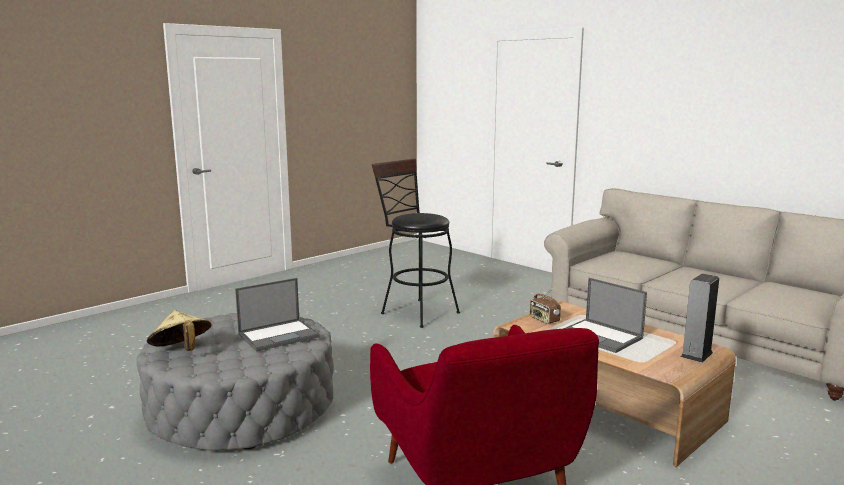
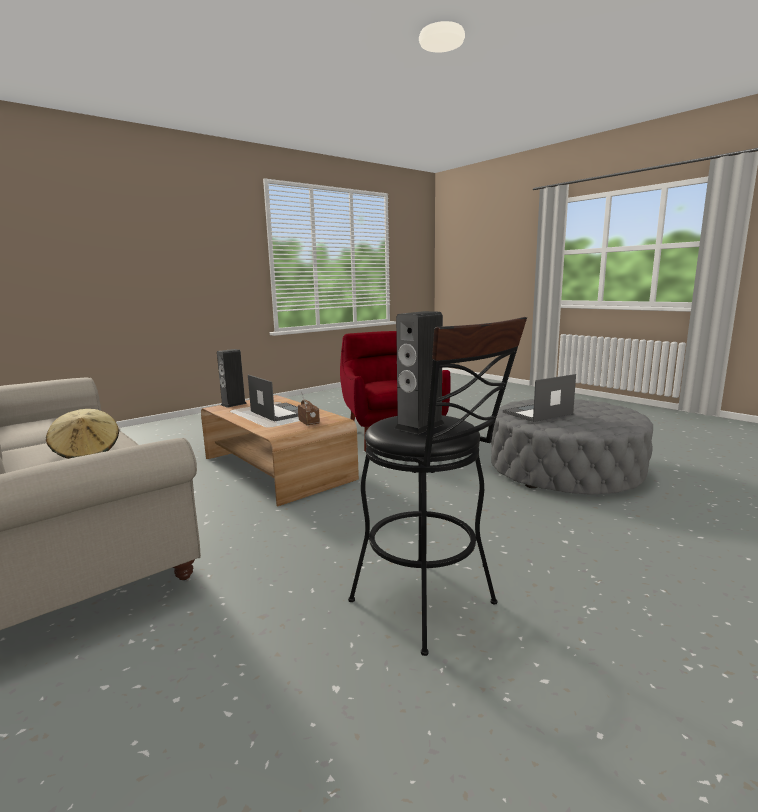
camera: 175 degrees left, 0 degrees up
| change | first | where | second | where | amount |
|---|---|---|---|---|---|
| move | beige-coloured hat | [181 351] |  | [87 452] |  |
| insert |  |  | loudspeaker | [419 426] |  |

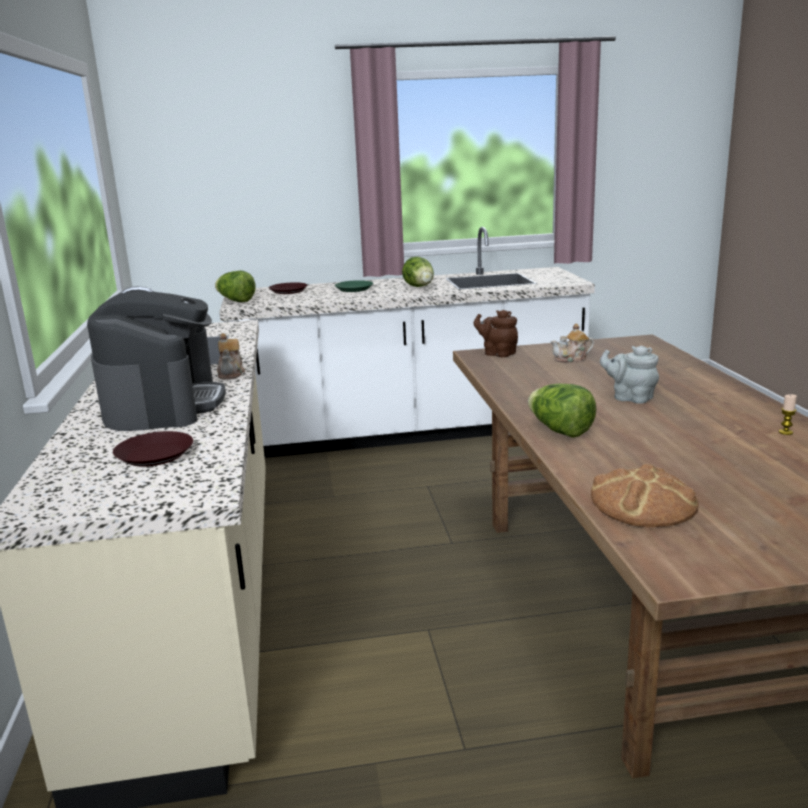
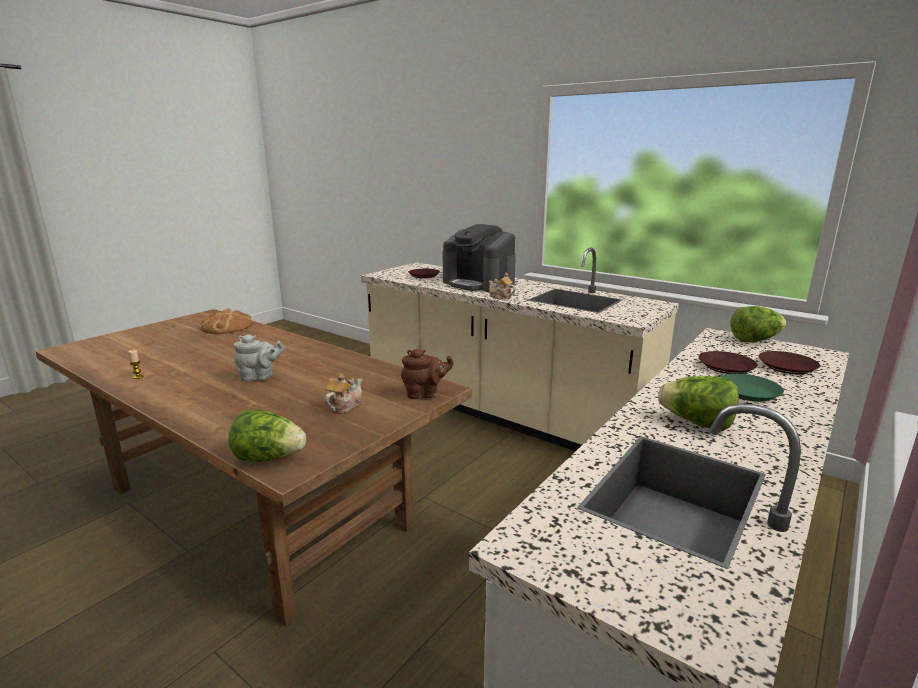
camera: 135 degrees right, 0 degrees up
| change | first | where | second | where | amount |
|---|---|---|---|---|---|
| move | lettuce | [559 431] |  | [269 458] |  |
| insert |  |  | brown flat dish | [725 367] |  |

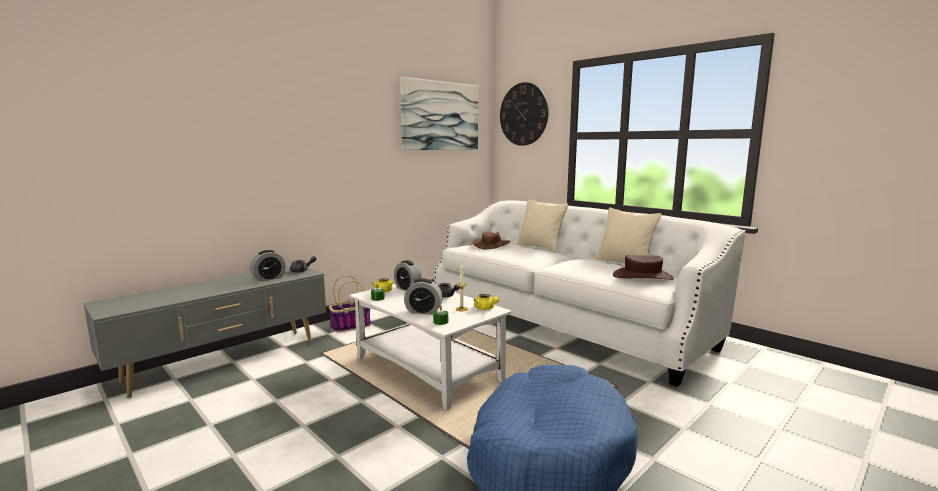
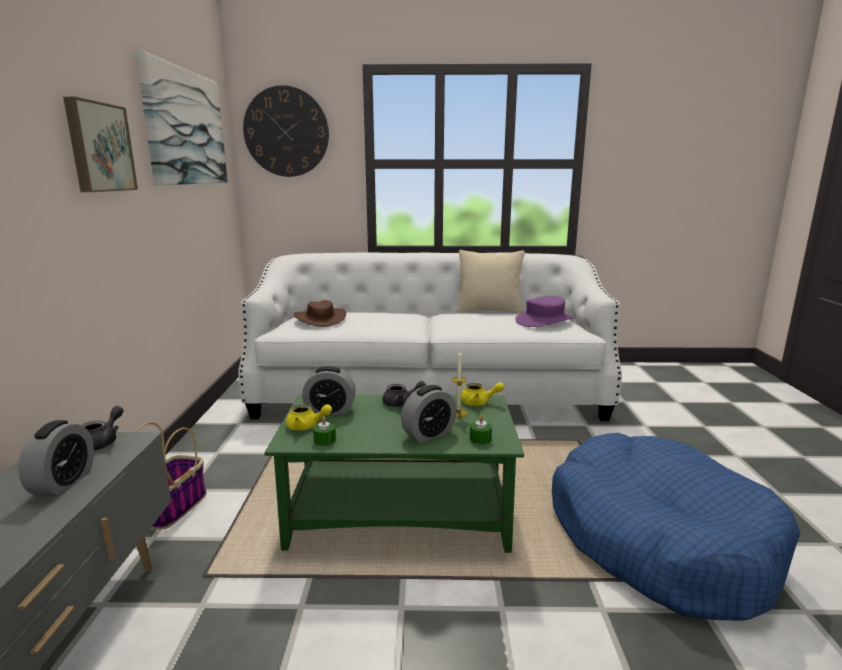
camera: 45 degrees left, 5 degrees up
| change | first | where | second | where | amount |
|---|---|---|---|---|---|
| delete | beige-coloured cushion | [540 247] |  |  |  |
| recolor | brown hat | [642 276] | purplish hat | [544 320] |  |
| recolor | white low table | [429 370] | green low table | [401 514] |  |
| insert |  |  | picture | [99 147] |  |

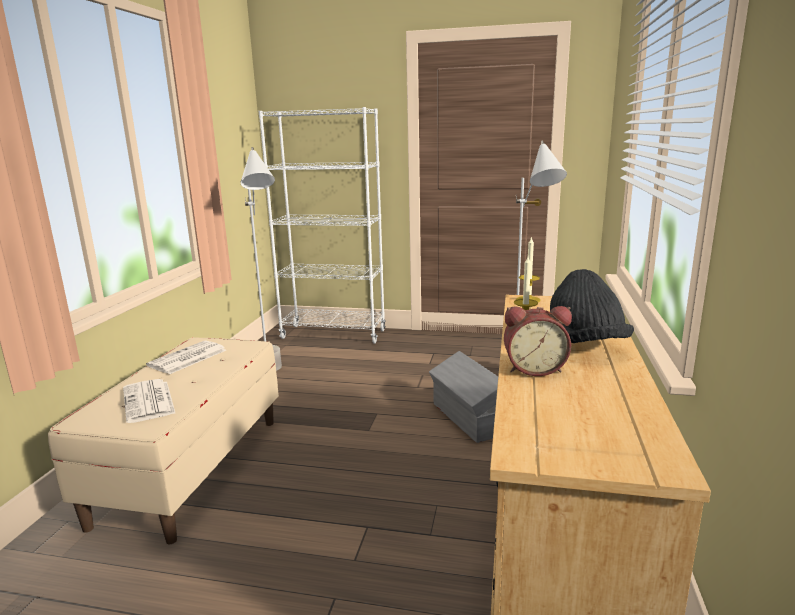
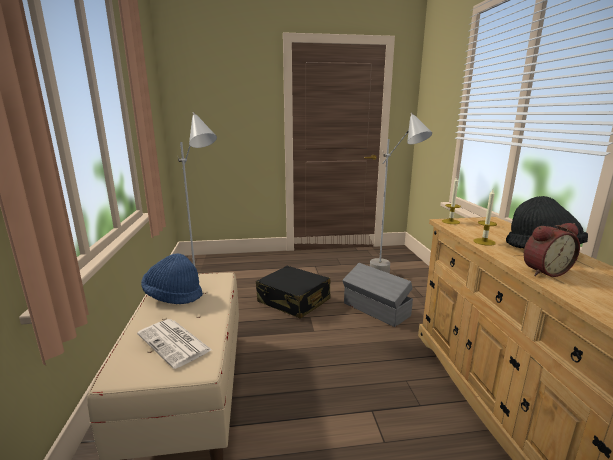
camera: 20 degrees left, 0 degrees up
| change | first | where | second | where | amount |
|---|---|---|---|---|---|
| delete | white shelving unit | [334 334] |  |  |  |
| replace | daily paper | [187 358] | blue hat | [173 296] |  |
| insert |  |  | blackish suitcase | [293 301] |  |

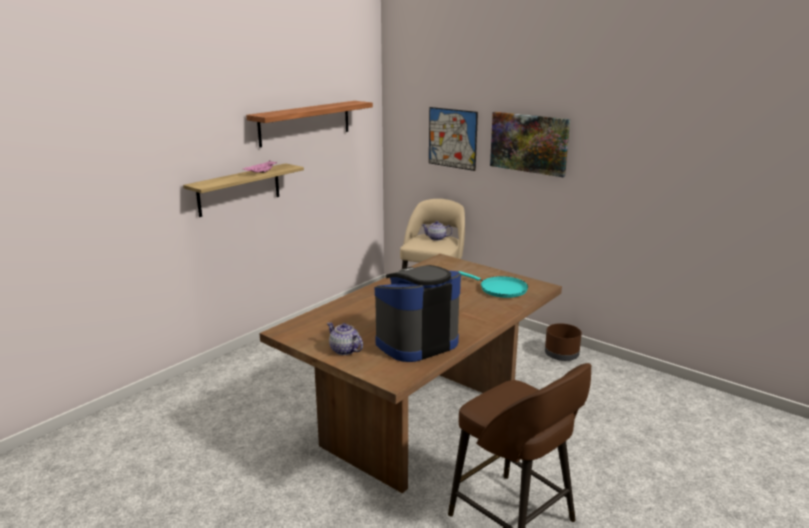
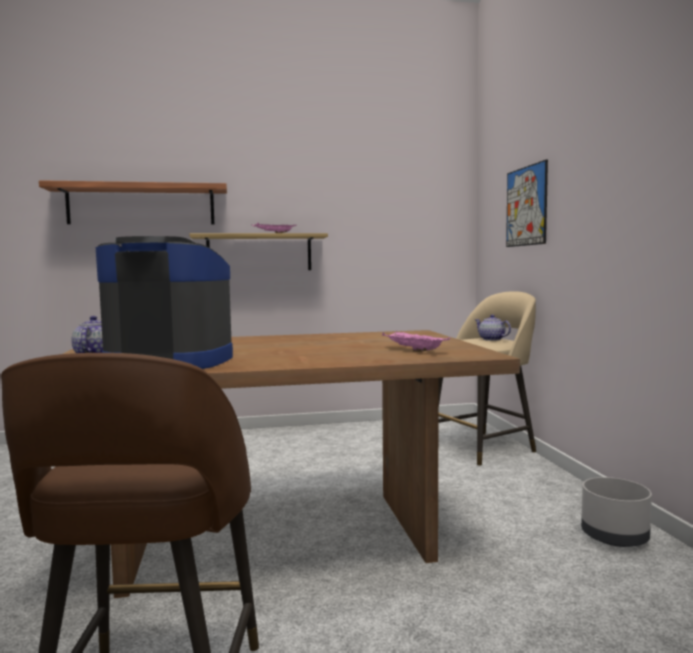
camera: 40 degrees right, 15 degrees down
| change | first | where | second | where | amount |
|---|---|---|---|---|---|
| move | shelf | [305 123] |  | [141 205] |  |
| delete | picture | [529 143] |  |  |  |
| replace | turquoise-coloured skillet | [500 289] | pinkish tray | [413 350] |  |
| recolor | brown flower pot | [561 355] | greyish flower pot | [615 537] |  |

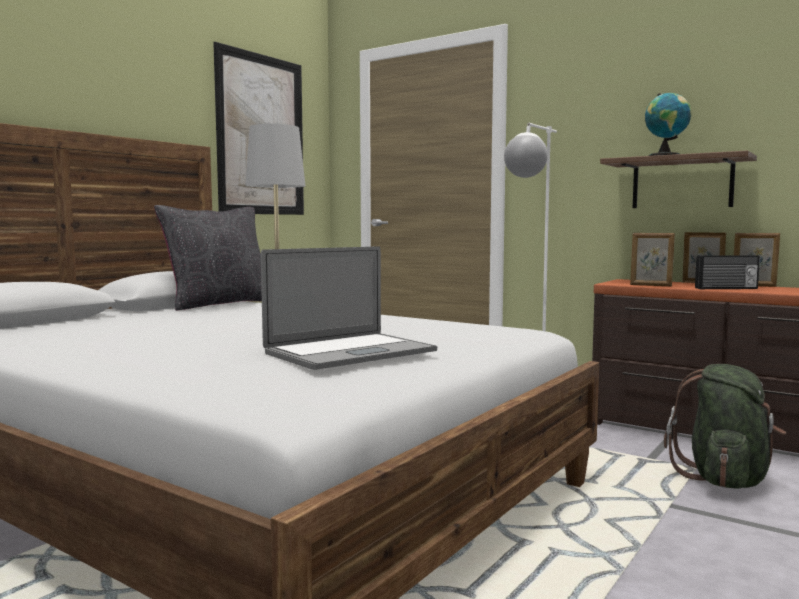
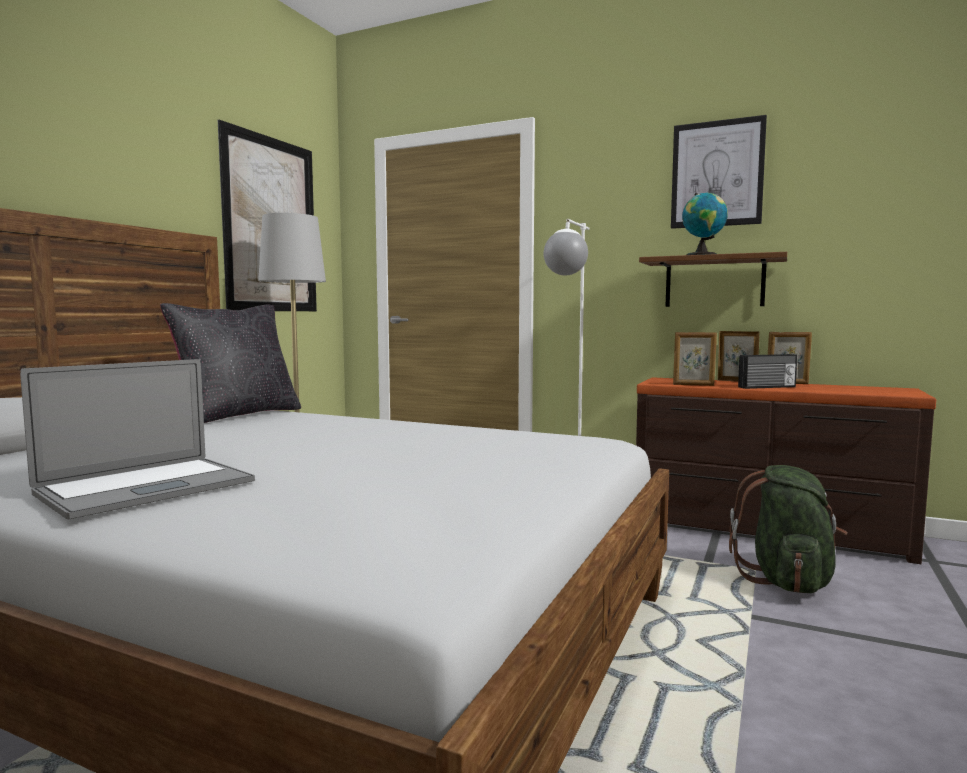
camera: 10 degrees left, 0 degrees up
| change | first | where | second | where | amount |
|---|---|---|---|---|---|
| move | portable computer | [350 352] |  | [146 487] |  |
| insert |  |  | picture | [717 174] |  |

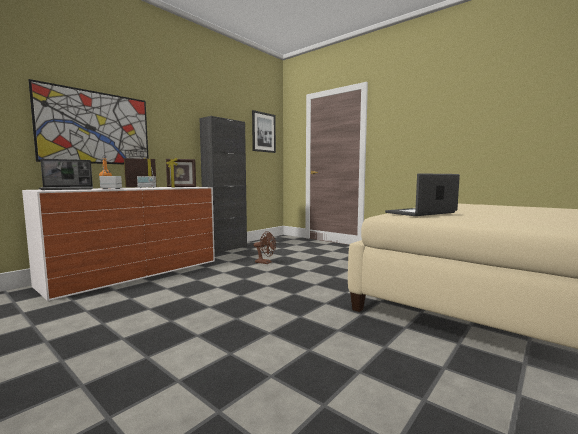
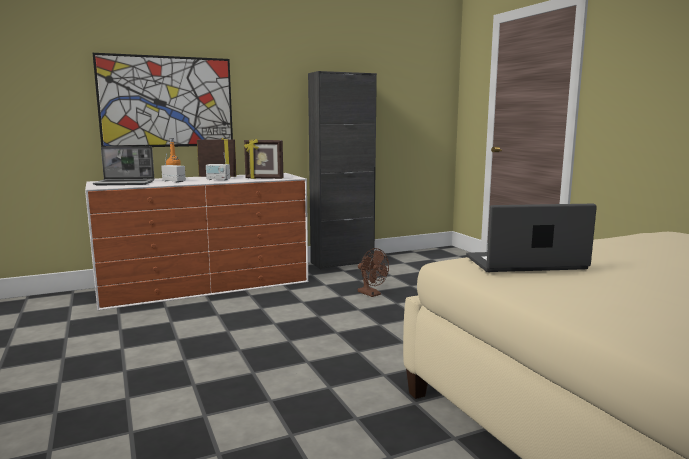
camera: 25 degrees right, 5 degrees up
| change | first | where | second | where | amount |
|---|---|---|---|---|---|
| delete | picture | [263 132] |  |  |  |

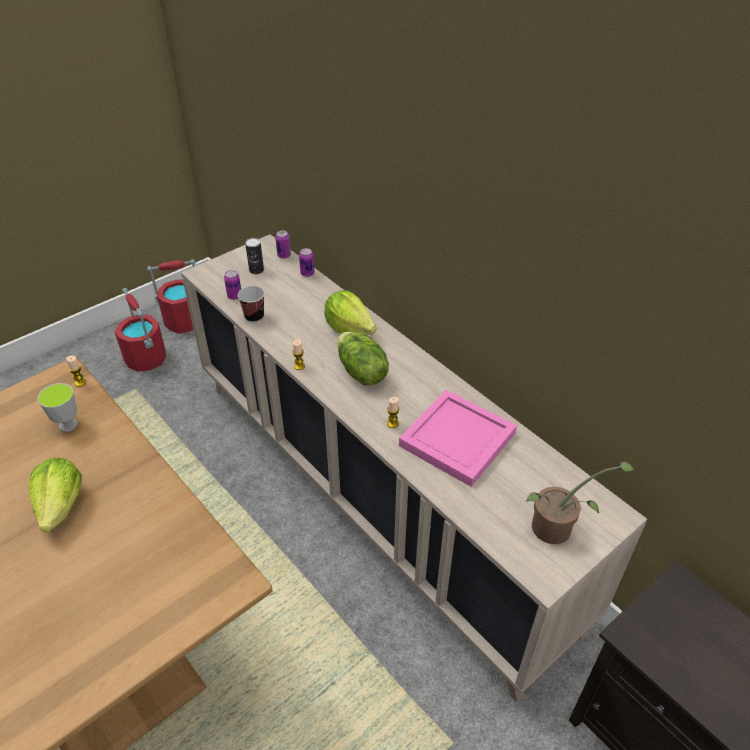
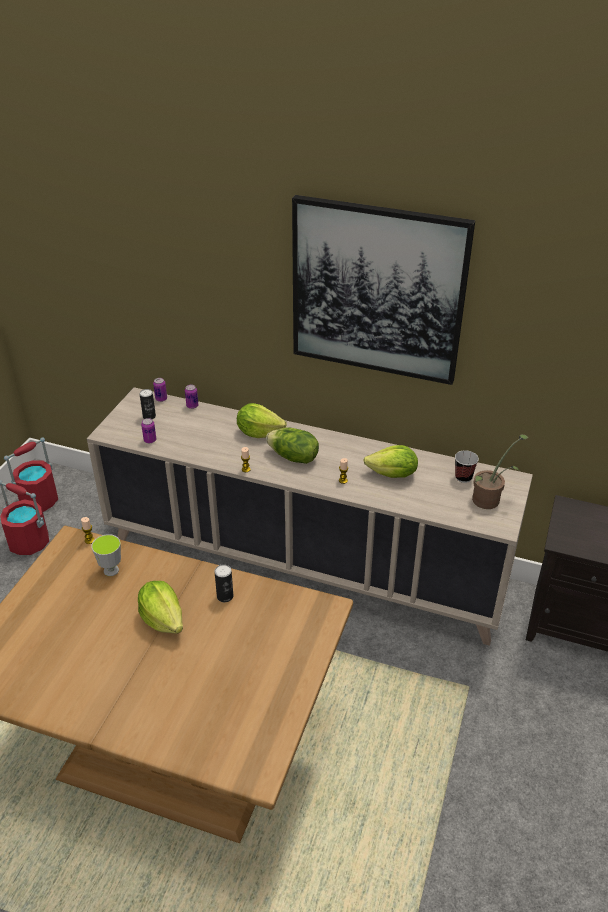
camera: 30 degrees left, 5 degrees down
| change | first | where | second | where | amount |
|---|---|---|---|---|---|
| move | drinking cup | [254 317] |  | [463 477] |  |
| replace | pinkish tray | [457 441] | lettuce | [393 475] |  |
| insert |  |  | picture | [377 291] |  |
| insert |  |  | sealed can | [225 596] |  |

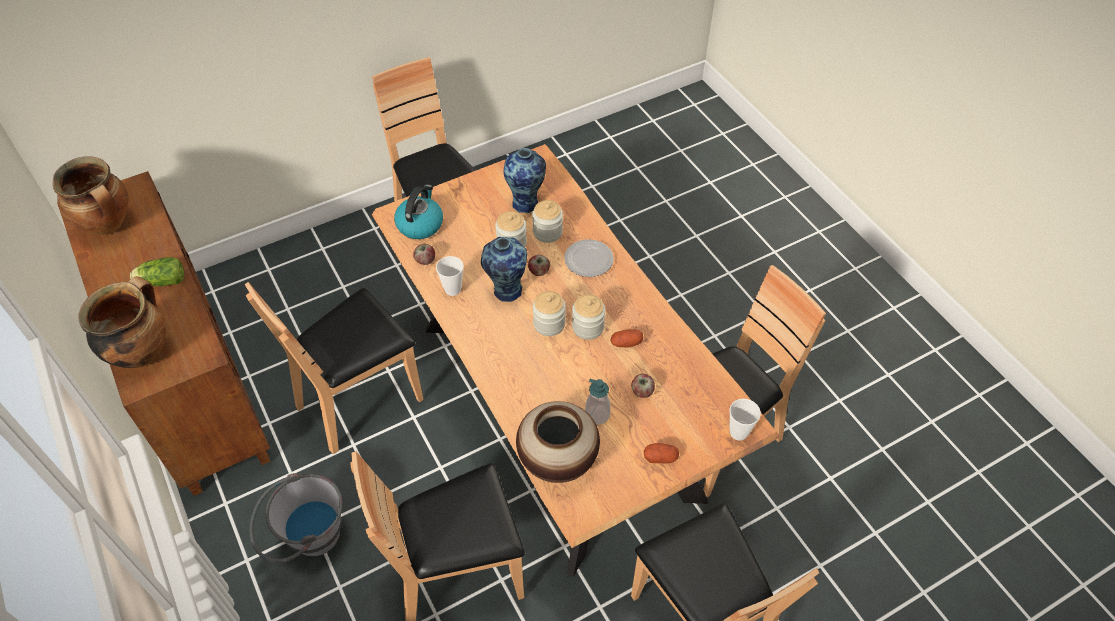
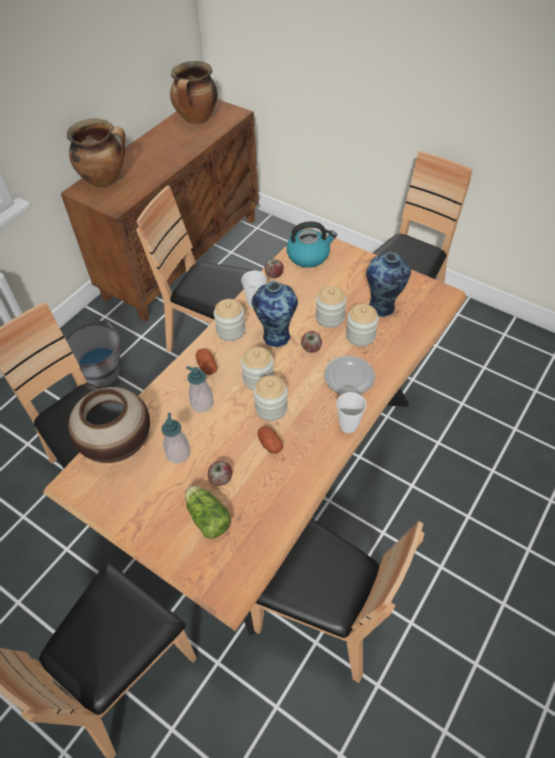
camera: 65 degrees right, 0 degrees up
| change | first | where | second | where | amount |
|---|---|---|---|---|---|
| move | lettuce | [161 281] |  | [207 516] |  |
| move | drinking cup | [738 432] |  | [348 426] |  |
| move | potato | [660 457] |  | [207 366] |  |
| insert |  |  | storage jar | [231 330] |  |
| insert |  |  | soap bottle | [202 403] |  |

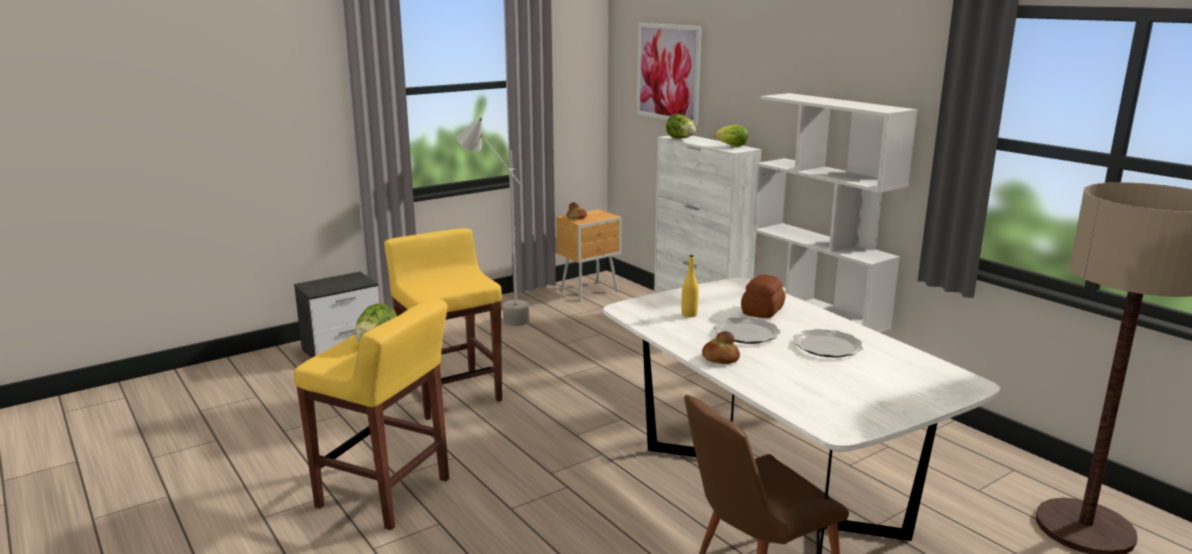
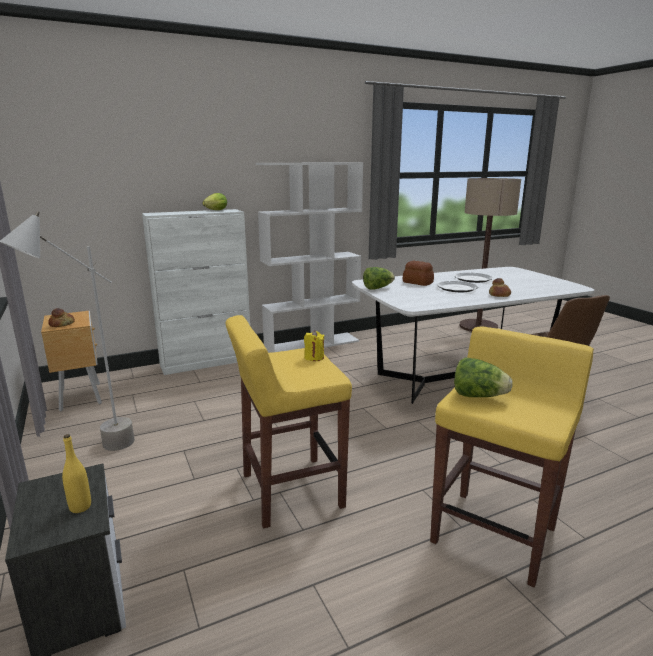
camera: 80 degrees left, 0 degrees up
| change | first | where | second | where | amount |
|---|---|---|---|---|---|
| delete | picture | [668 72] |  |  |  |
| move | lettuce | [681 139] |  | [377 288] |  |
| move | yellowish beverage bottle | [689 314] |  | [80 507] |  |
| insert |  |  | yellowish wax candle | [314 357] |  |

